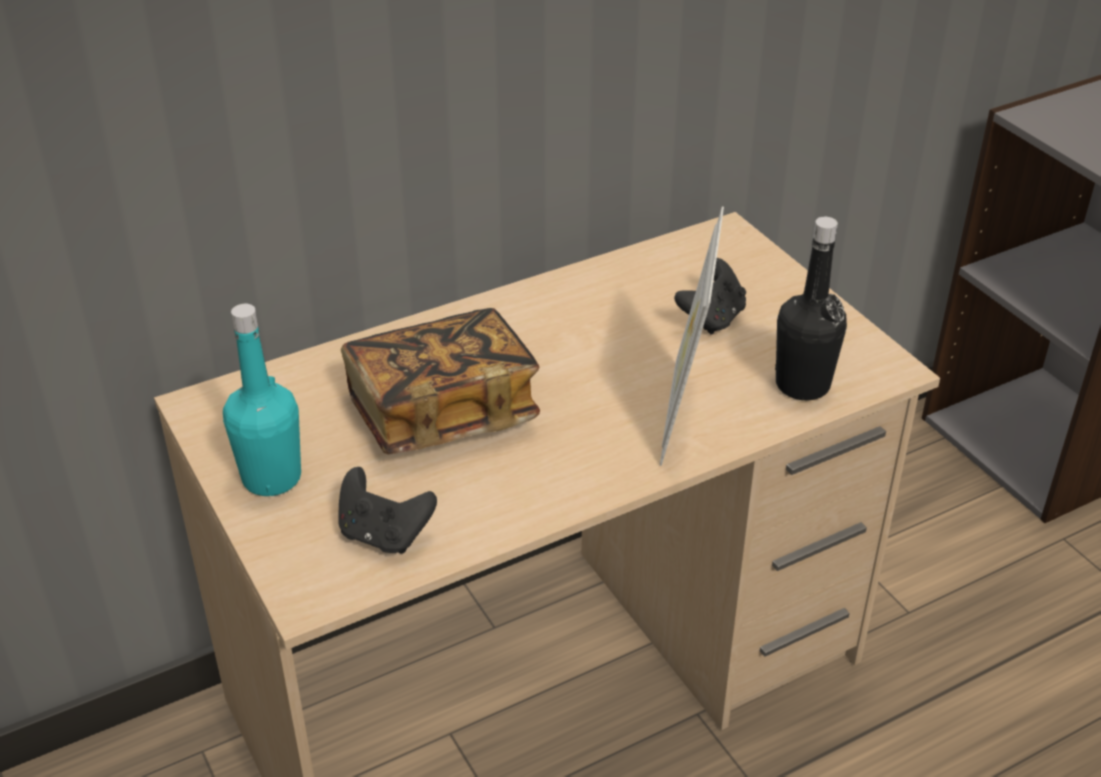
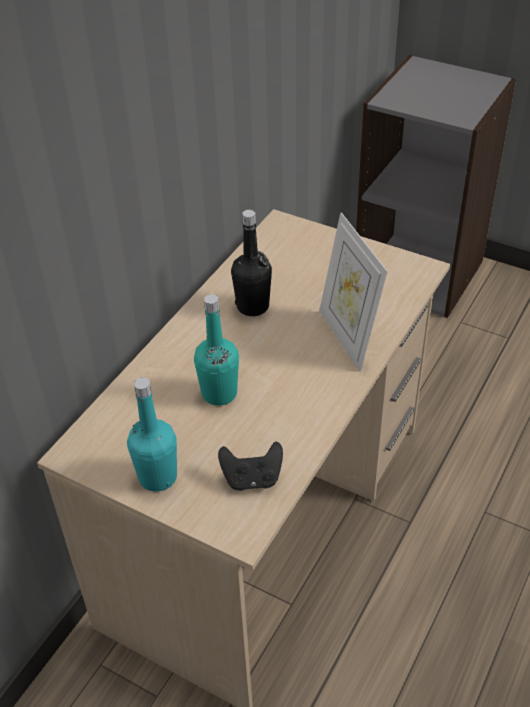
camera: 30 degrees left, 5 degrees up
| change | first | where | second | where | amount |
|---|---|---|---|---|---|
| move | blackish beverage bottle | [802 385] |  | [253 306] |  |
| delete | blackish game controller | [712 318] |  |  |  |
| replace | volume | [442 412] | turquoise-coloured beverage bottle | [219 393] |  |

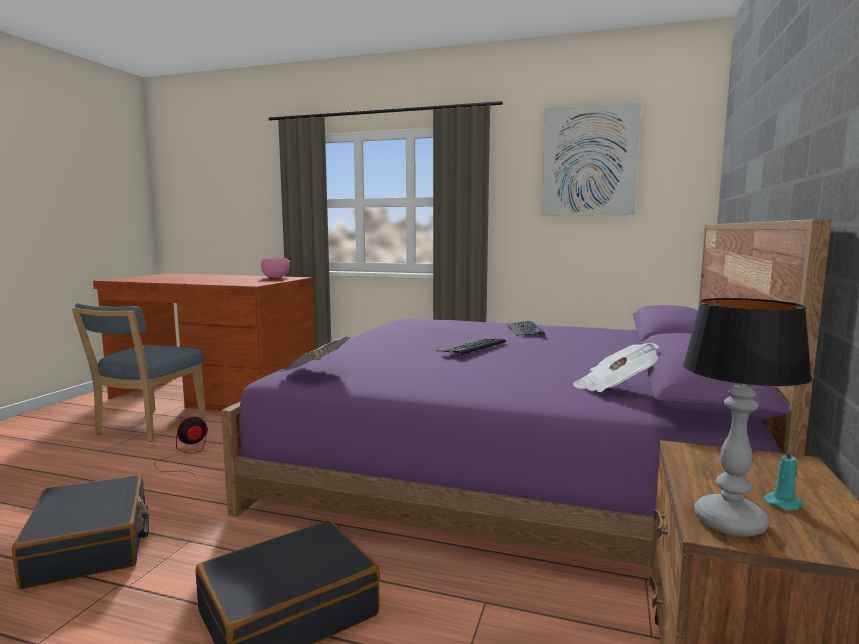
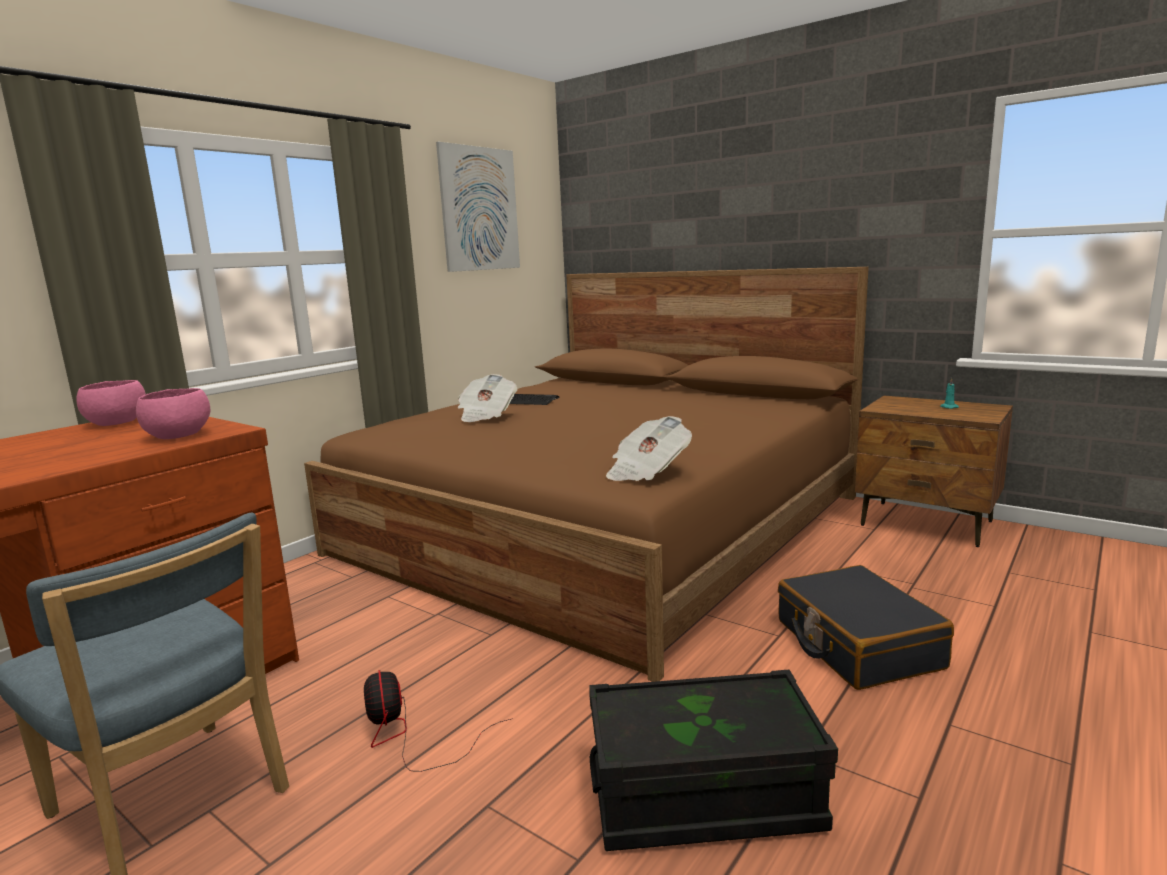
camera: 70 degrees left, 5 degrees up
| change | first | where | second | where | amount |
|---|---|---|---|---|---|
| recolor | purplish bed | [510 459] | brown bed | [604 524] |  |
| delete | lamp for a table | [730 523] |  |  |  |
| delete | keyboard | [472 347] |  |  |  |
| move | daily paper | [614 388] |  | [486 415] |  |
| replace | blackish suitcase | [91 546] | blackish storage container | [703 796] |  |
| insert |  |  | pinkish bowl | [178 437] |  |

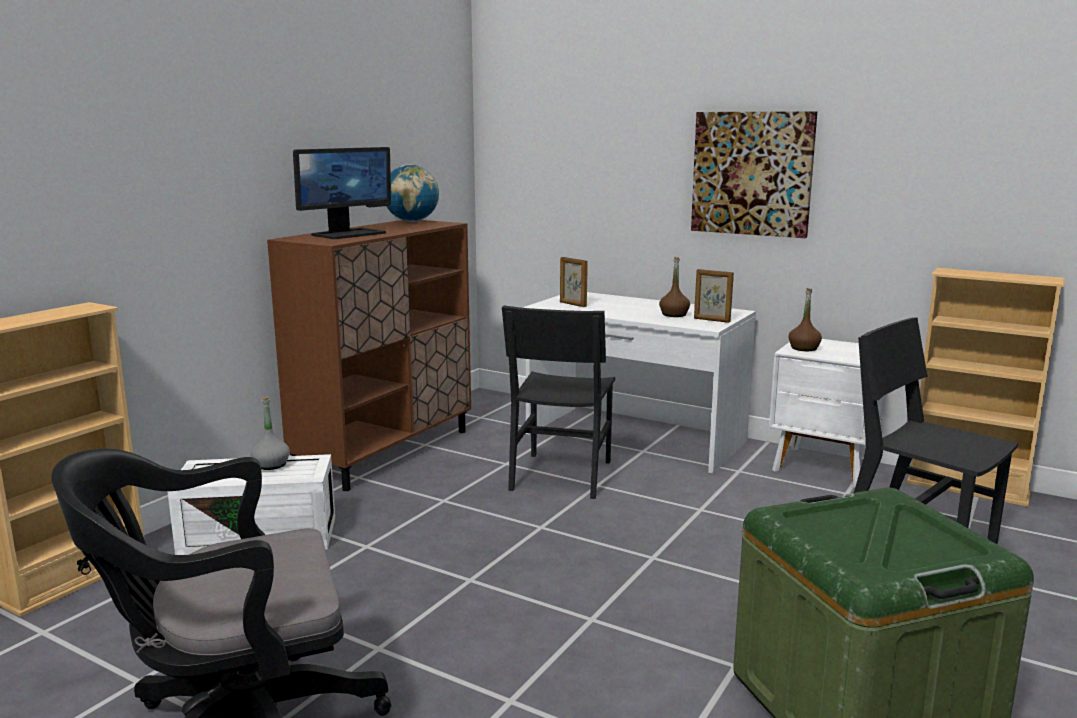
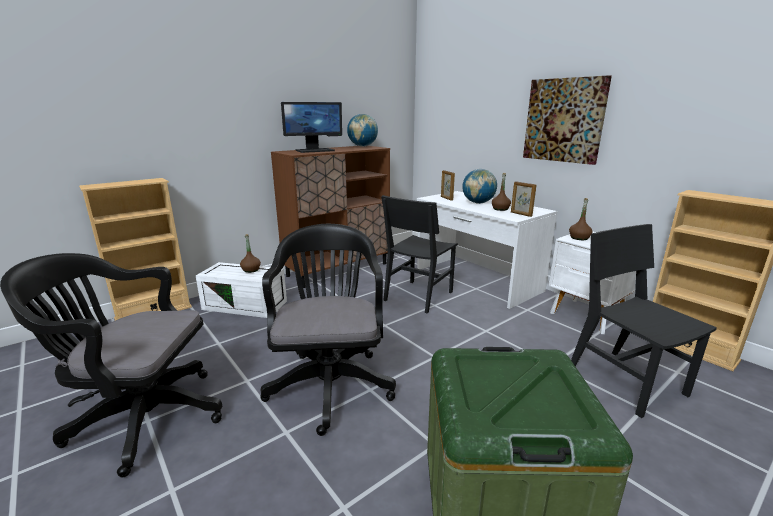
camera: 20 degrees right, 5 degrees up
| change | first | where | second | where | amount |
|---|---|---|---|---|---|
| recolor | greyish beverage bottle | [271 465] | brown beverage bottle | [251 270] |  |
| insert |  |  | world globe | [478 203] |  |
| insert |  |  | blackish computer chair | [331 382] |  |

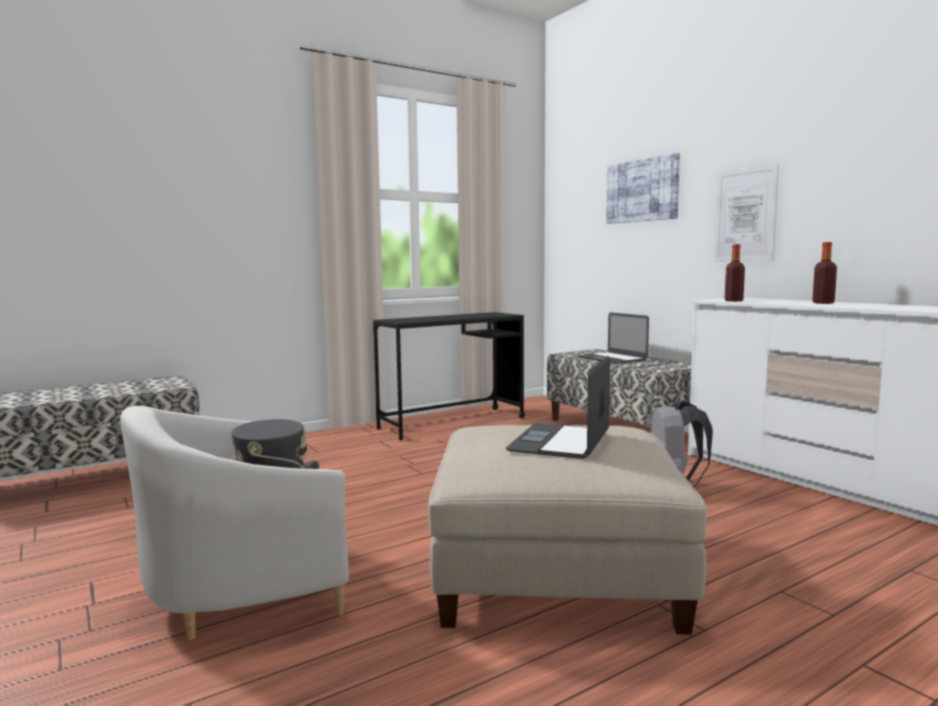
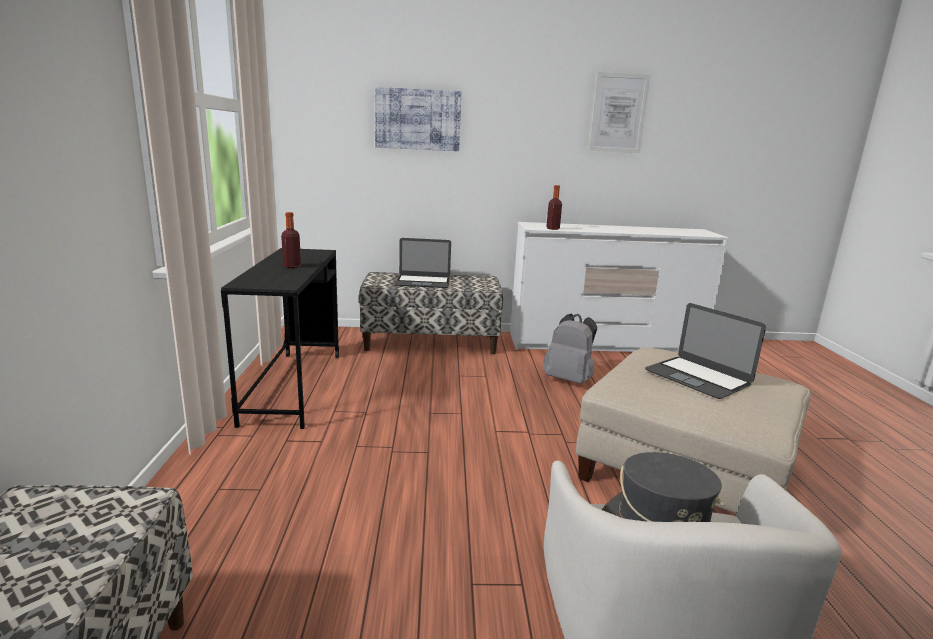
camera: 60 degrees left, 10 degrees up
| change | first | where | second | where | amount |
|---|---|---|---|---|---|
| move | picture | [745 215] |  | [618 113] |  |
| move | beverage bottle | [823 303] |  | [292 266] |  |

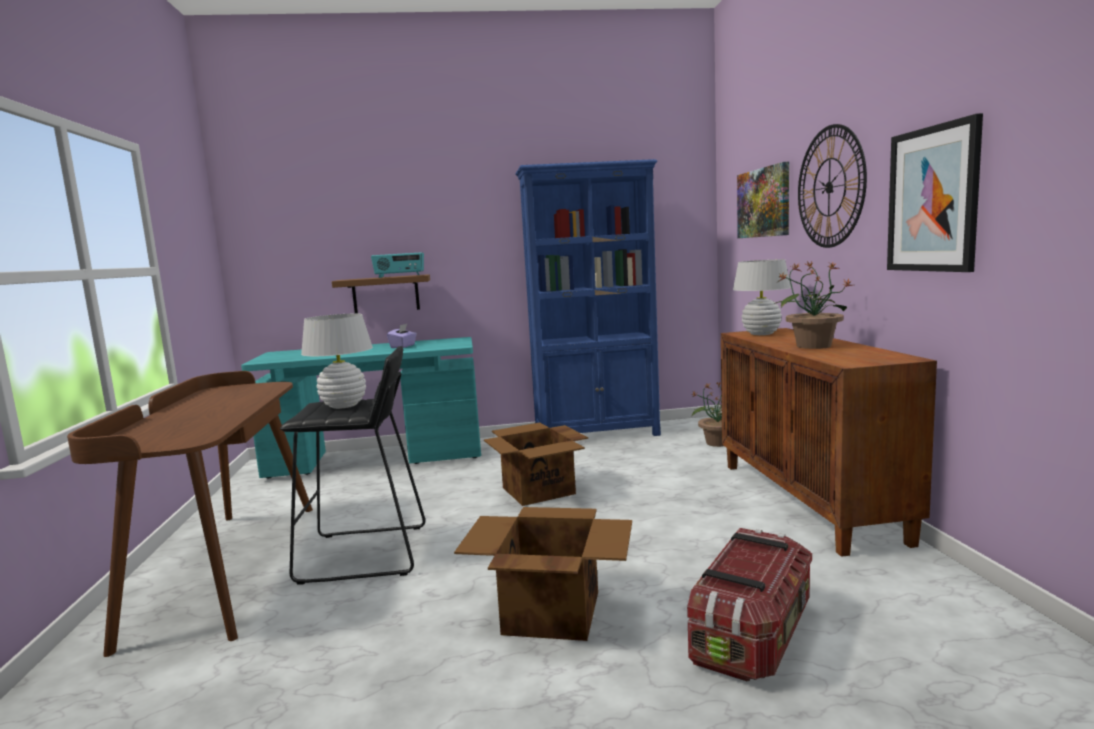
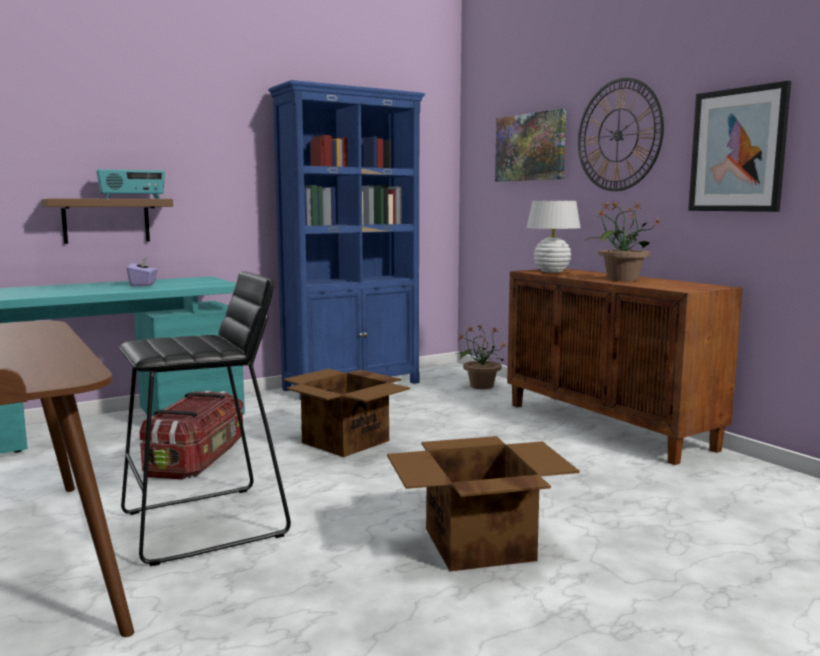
camera: 25 degrees left, 0 degrees up
| change | first | where | second | where | amount |
|---|---|---|---|---|---|
| delete | white lamp for a table | [343 405] |  |  |  |
| move | storage container | [753 633] |  | [197 458] |  |

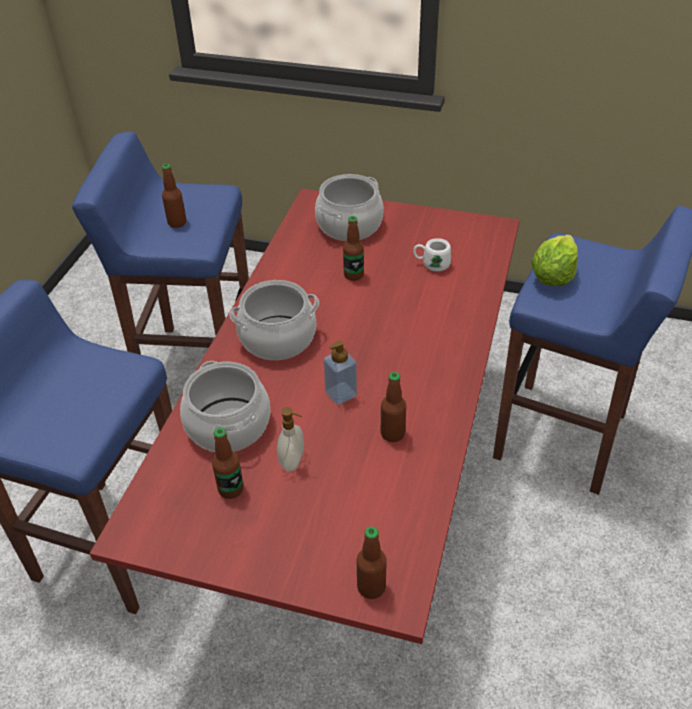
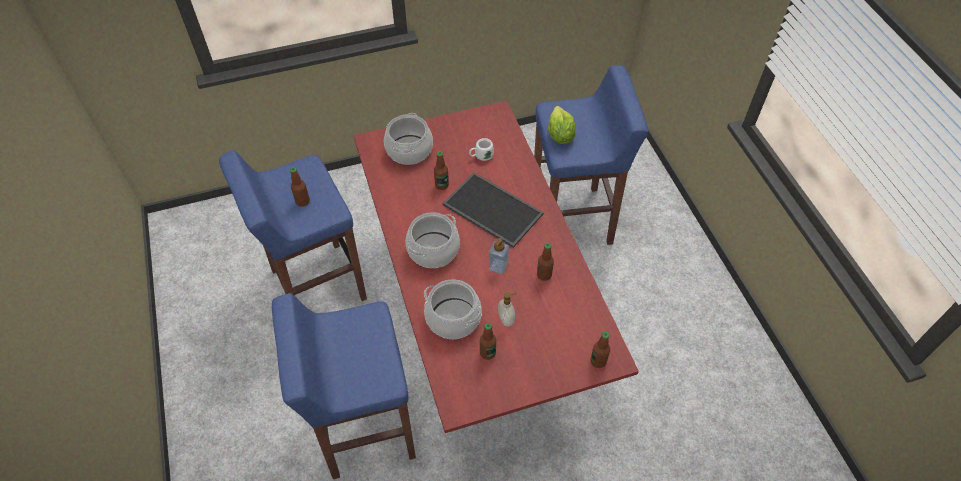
camera: 35 degrees left, 10 degrees up
| change | first | where | second | where | amount |
|---|---|---|---|---|---|
| insert |  |  | tray | [491 210] |  |

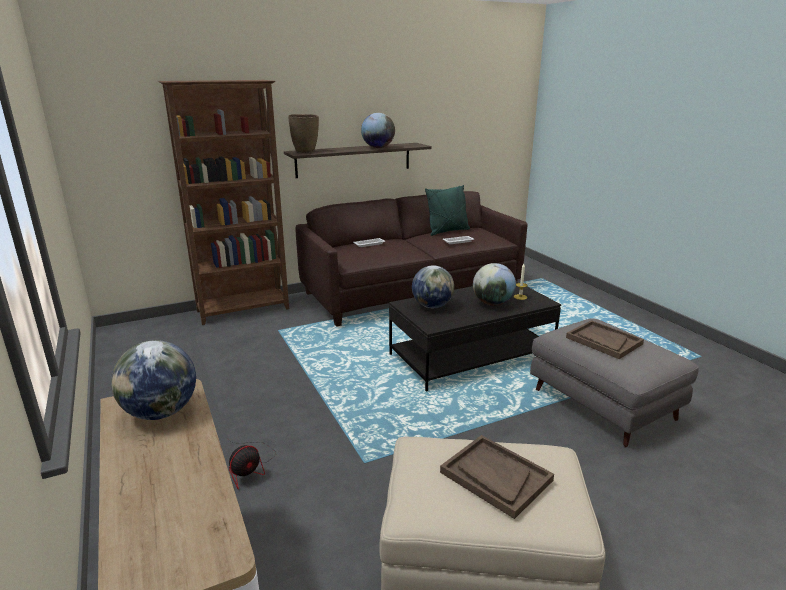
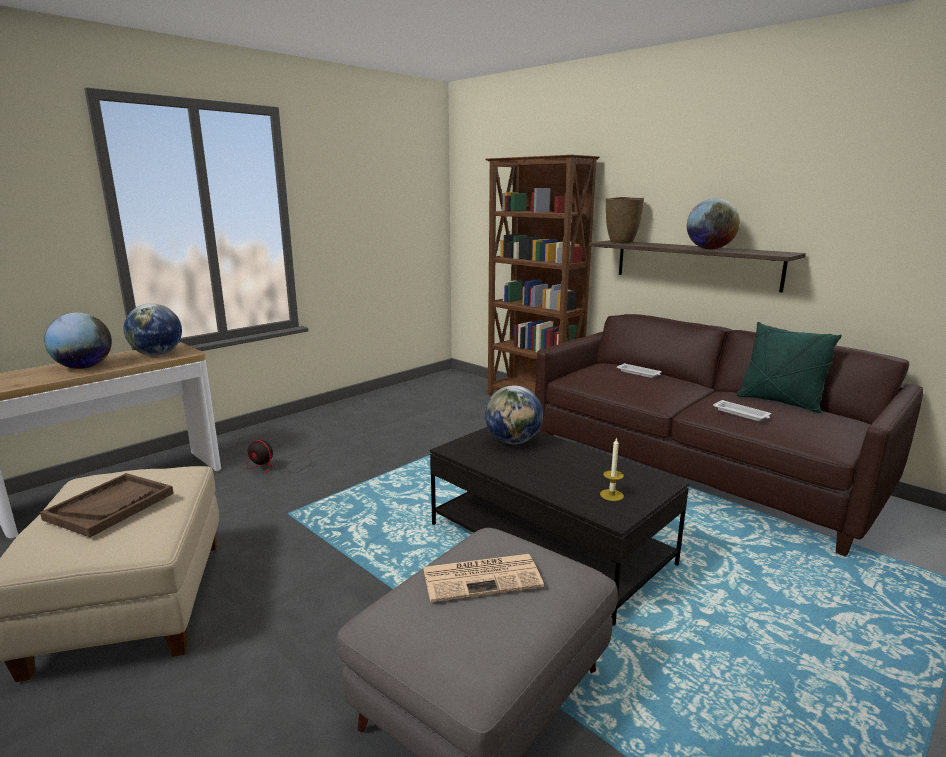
camera: 70 degrees right, 5 degrees down
| change | first | where | second | where | amount |
|---|---|---|---|---|---|
| move | world globe | [492 303] |  | [84 367] |  |
| replace | brown tray | [603 341] | daily paper | [483 577] |  |

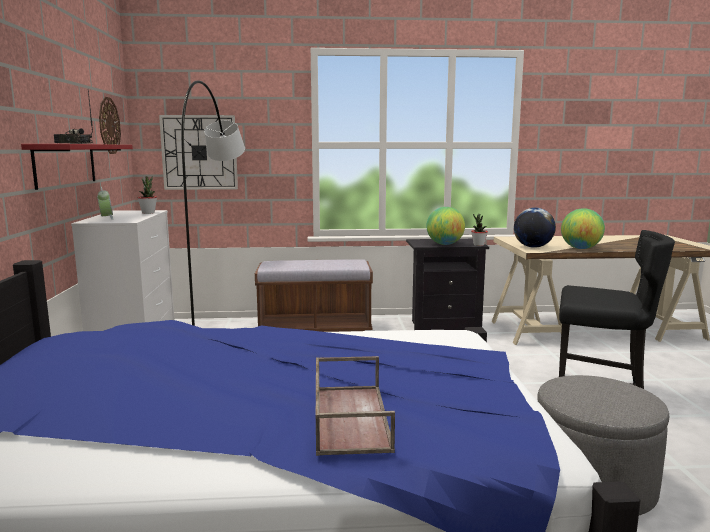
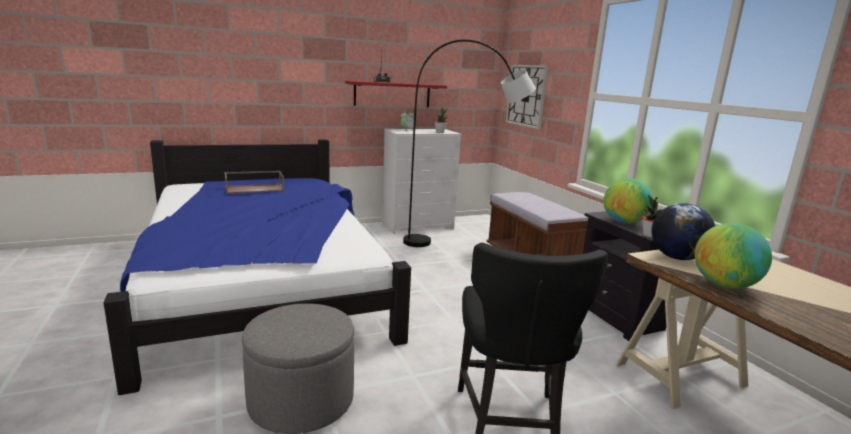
camera: 70 degrees right, 5 degrees up
| change | first | where | second | where | amount |
|---|---|---|---|---|---|
| delete | hanging clock | [109 125] |  |  |  |
| move | brown tray | [349 417] |  | [255 189] |  |

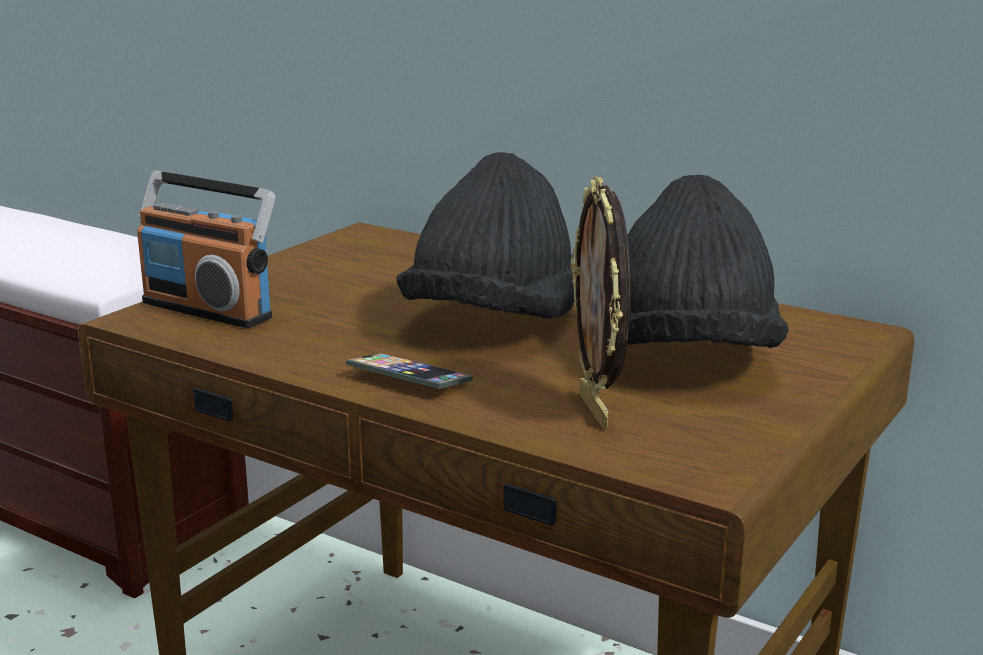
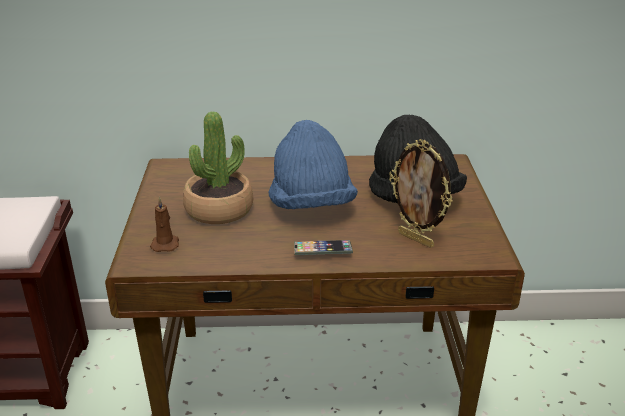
camera: 35 degrees left, 10 degrees up
| change | first | where | second | where | amount |
|---|---|---|---|---|---|
| recolor | blackish hat | [491 323] | blue hat | [311 205] |  |
| replace | radio | [208 309] | brown wax candle | [165 244] |  |
| insert |  |  | potted plant | [219 209] |  |

